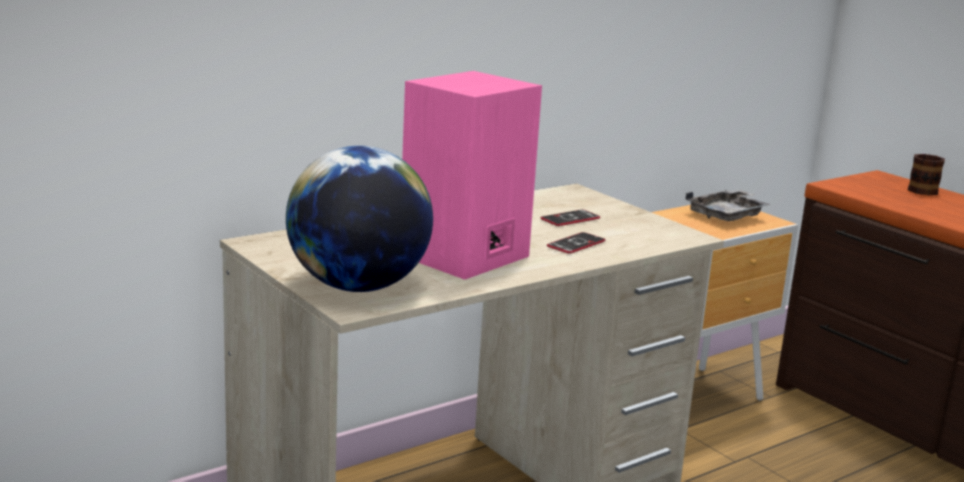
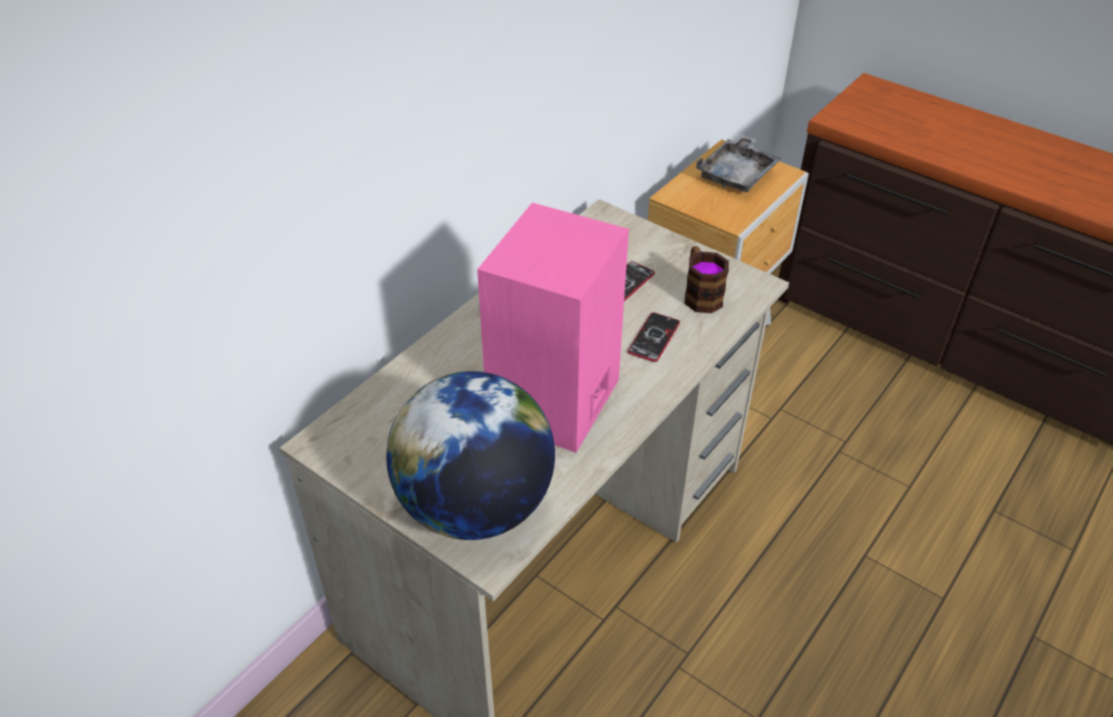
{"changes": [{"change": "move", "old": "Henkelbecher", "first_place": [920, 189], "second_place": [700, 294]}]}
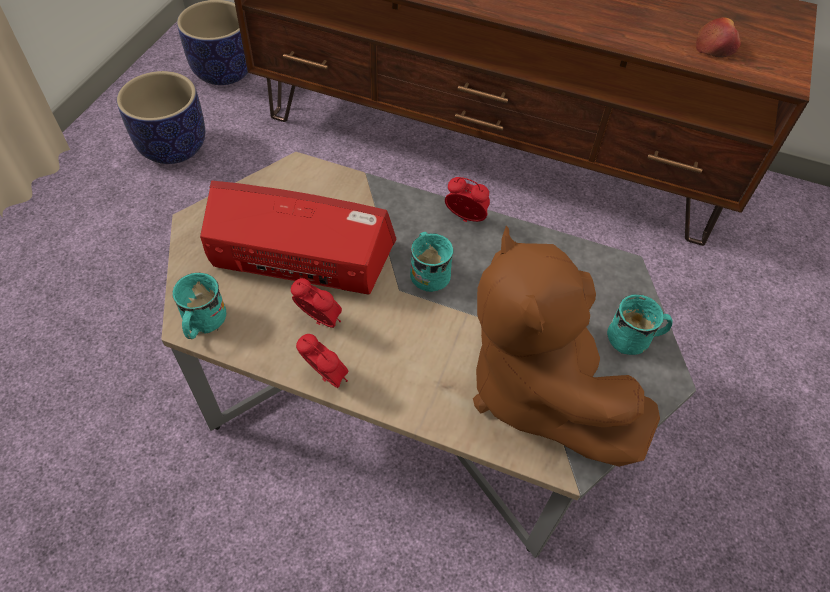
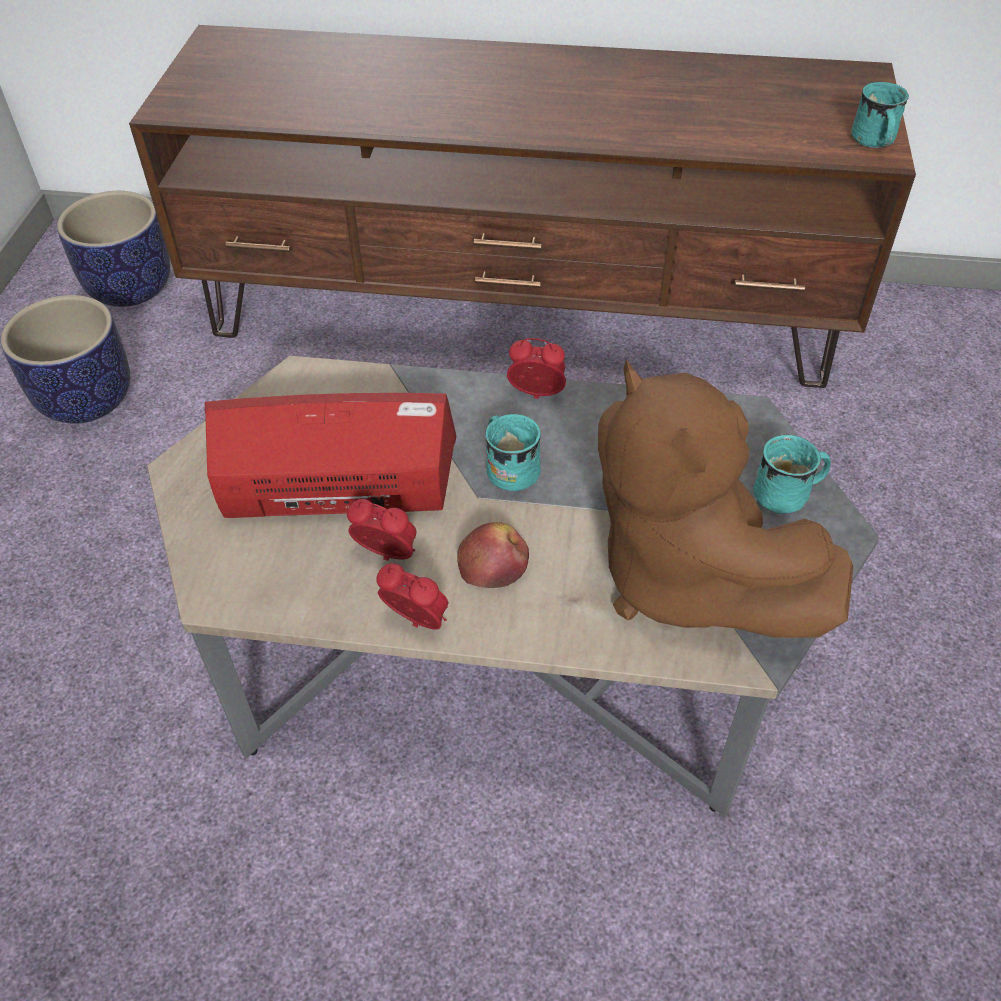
{"changes": [{"change": "move", "old": "Apfel", "first_place": [715, 47], "second_place": [494, 564]}, {"change": "move", "old": "Henkelbecher [türkis]", "first_place": [202, 324], "second_place": [873, 142]}]}
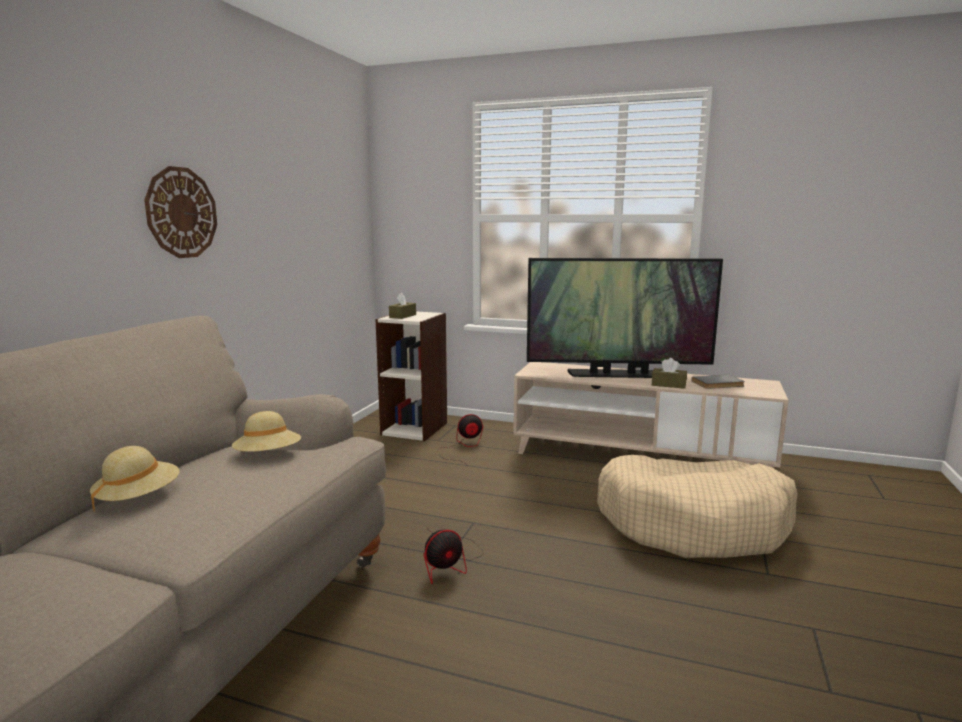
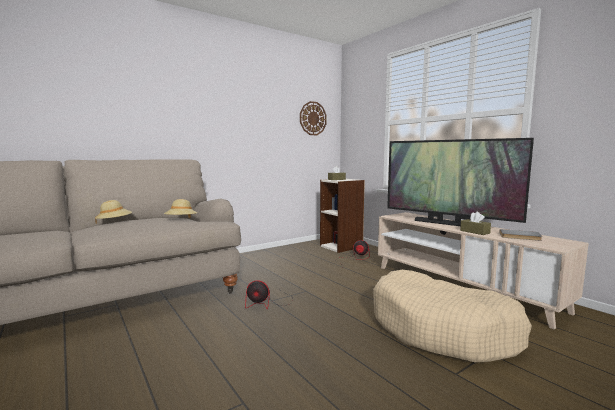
{"changes": [{"change": "move", "old": "Wanduhr", "first_place": [181, 213], "second_place": [313, 118]}]}
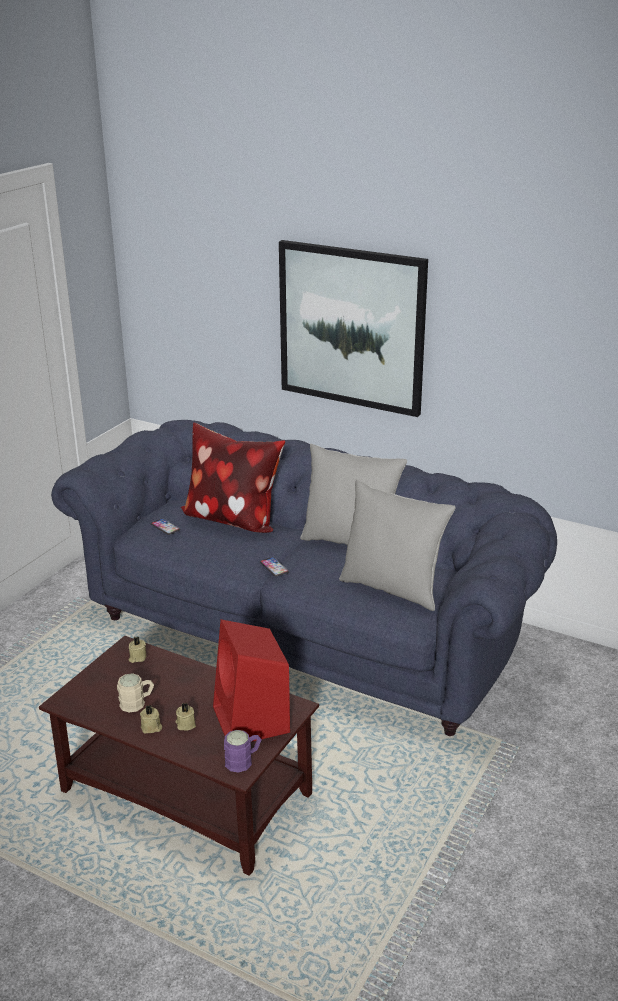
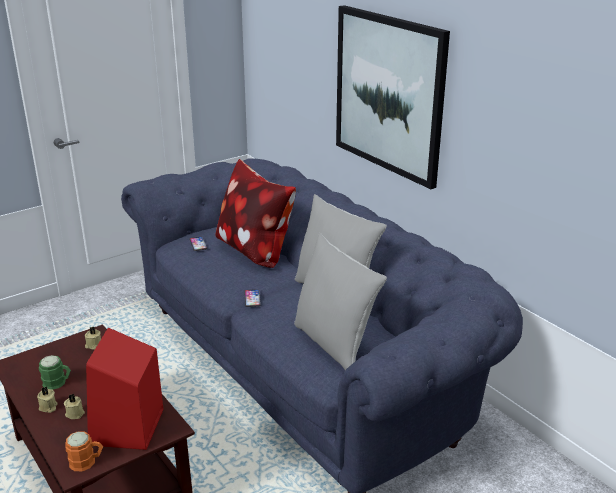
{"changes": [{"change": "recolor", "old": "Henkelbecher [beige]", "new": "Henkelbecher [grün]", "first_place": [137, 703], "second_place": [58, 383]}, {"change": "recolor", "old": "Henkelbecher [lila]", "new": "Henkelbecher [orange]", "first_place": [243, 761], "second_place": [87, 462]}]}
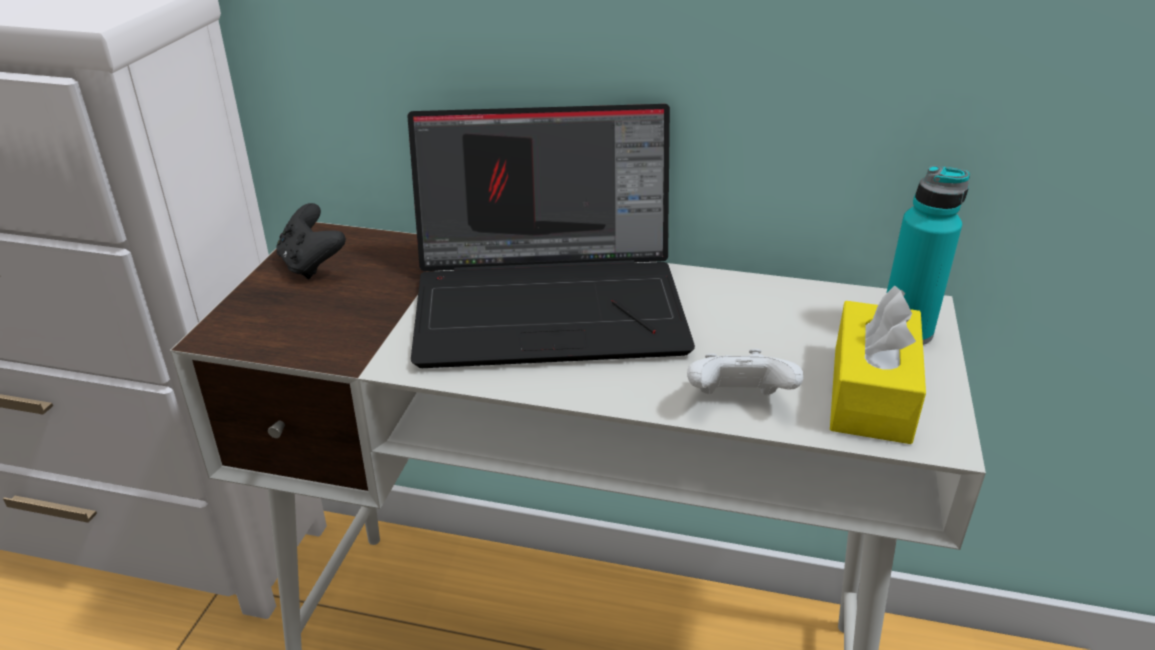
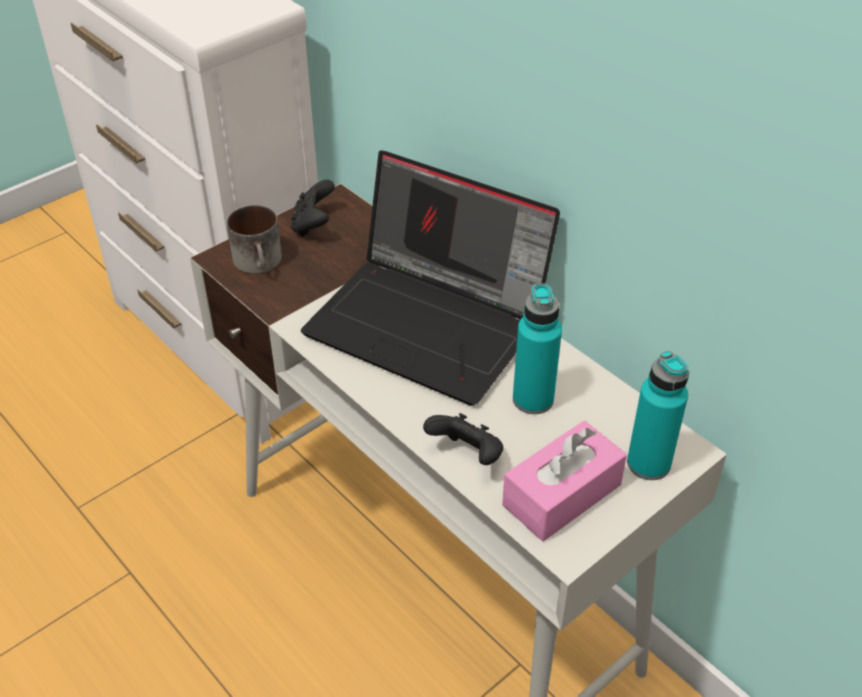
{"changes": [{"change": "insert", "new": "Henkelbecher", "second_place": [260, 262]}, {"change": "recolor", "old": "Gamepad [weiß]", "new": "Gamepad [schwarz]", "first_place": [737, 402], "second_place": [467, 455]}, {"change": "recolor", "old": "Taschentuchbox [gelb]", "new": "Taschentuchbox [rosa]", "first_place": [871, 393], "second_place": [562, 495]}, {"change": "insert", "new": "Flasche [türkis]", "second_place": [533, 399]}]}
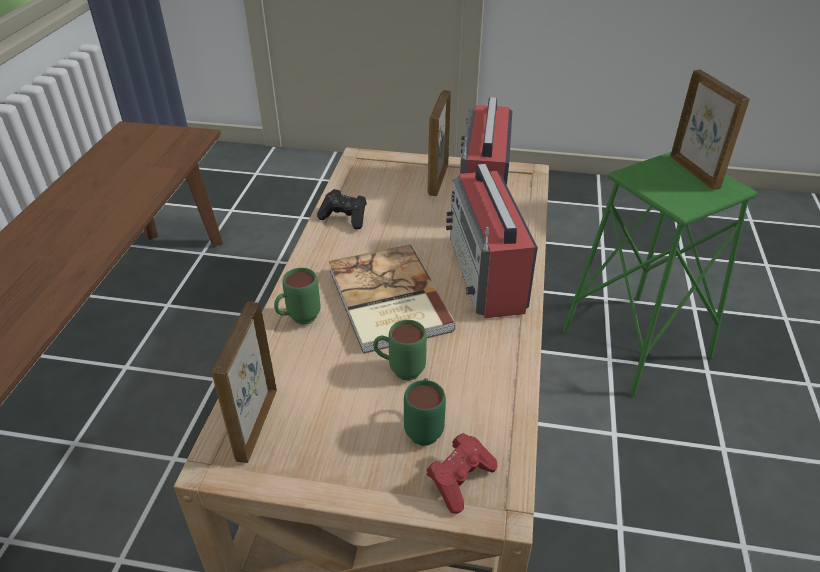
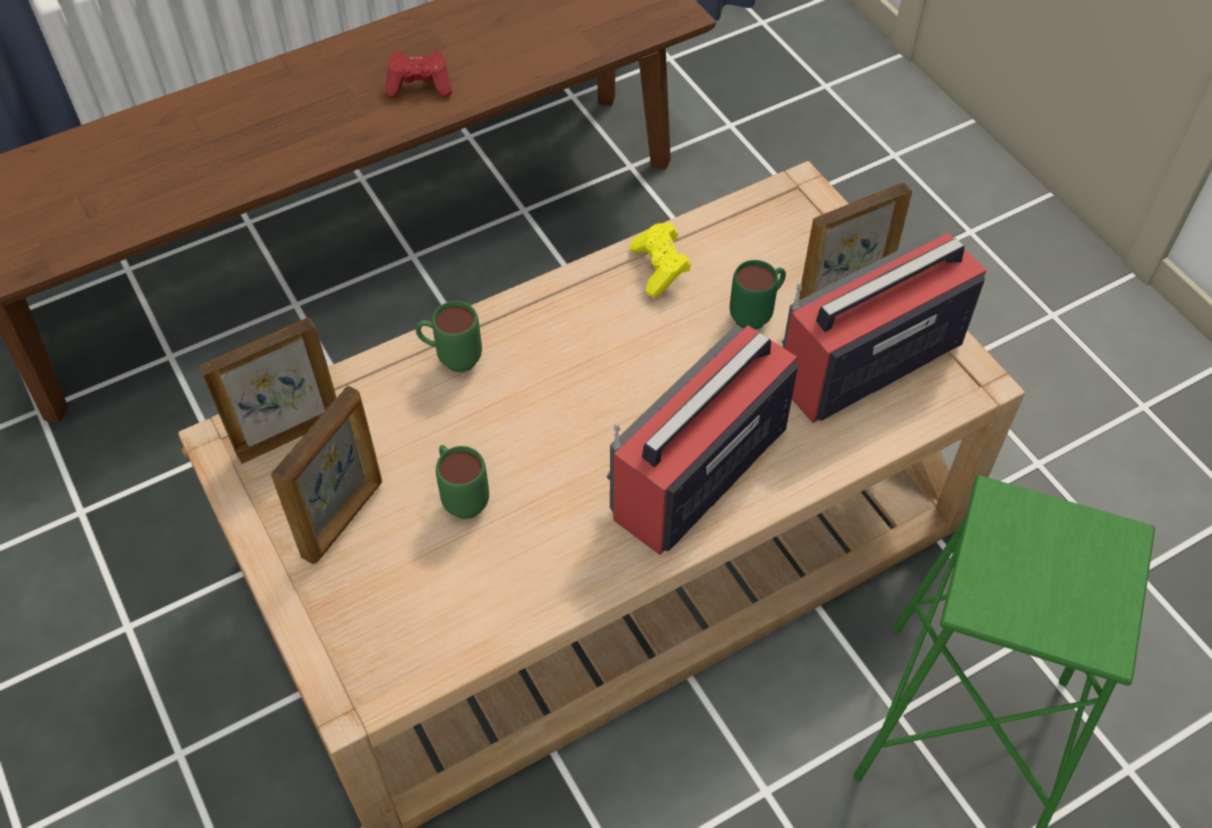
{"changes": [{"change": "move", "old": "Bilderrahmen", "first_place": [695, 172], "second_place": [344, 519]}, {"change": "move", "old": "Gamepad [rot]", "first_place": [460, 479], "second_place": [420, 86]}, {"change": "recolor", "old": "Gamepad [schwarz]", "new": "Gamepad [gelb]", "first_place": [345, 218], "second_place": [660, 269]}, {"change": "move", "old": "Henkelbecher [grün]", "first_place": [424, 428], "second_place": [757, 315]}, {"change": "delete", "old": "Buch", "first_place": [386, 301]}]}
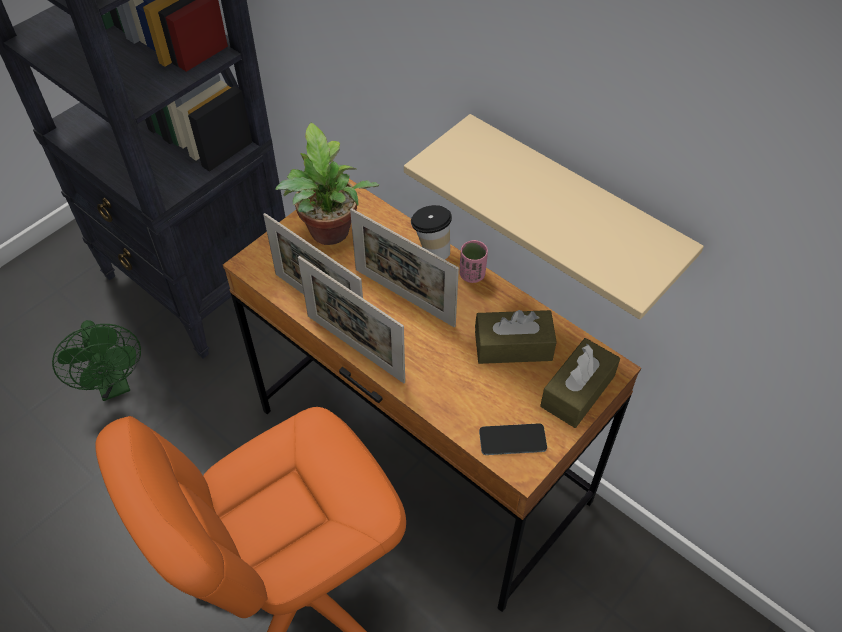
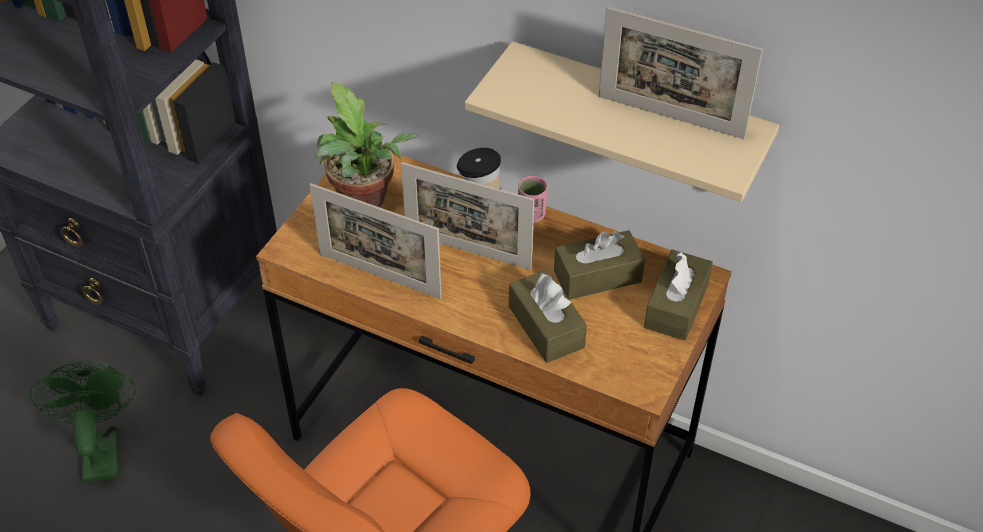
{"changes": [{"change": "rotate", "old": "Ventilator [grün]", "first_place": [114, 385], "second_place": [101, 448], "degrees": -150}, {"change": "insert", "new": "Taschentuchbox [braun]", "second_place": [546, 327]}, {"change": "move", "old": "Bilderrahmen", "first_place": [355, 348], "second_place": [670, 117]}, {"change": "delete", "old": "Handy", "first_place": [512, 439]}]}
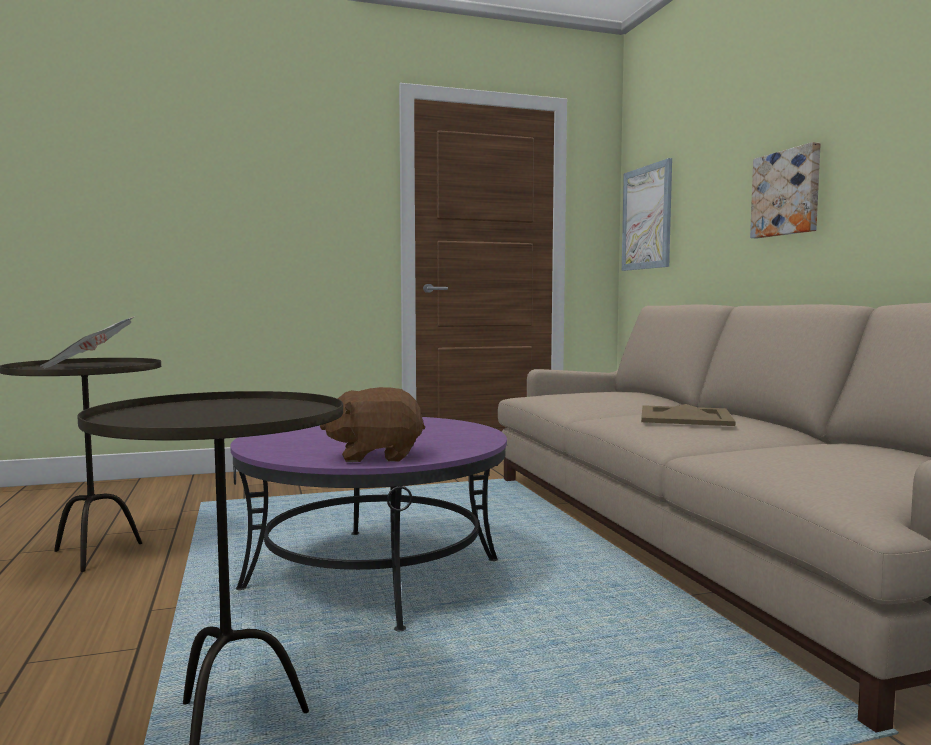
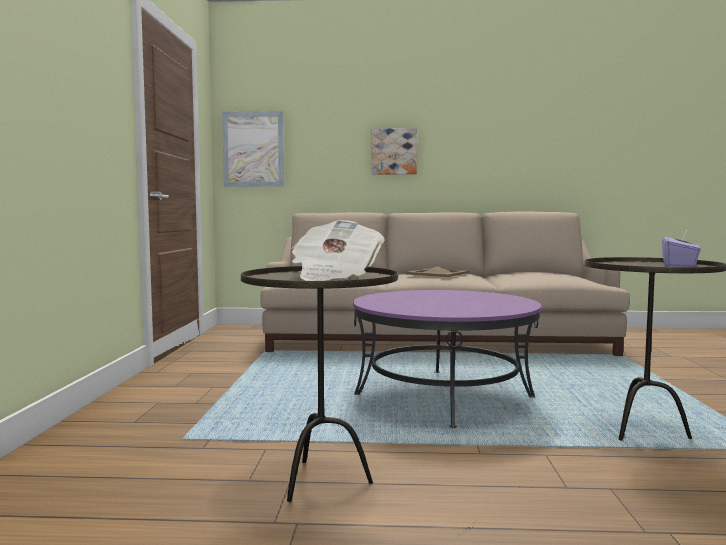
{"changes": [{"change": "insert", "new": "Taschentuchbox [lila]", "second_place": [679, 266]}, {"change": "delete", "old": "Plüschtier [braun]", "first_place": [376, 456]}]}
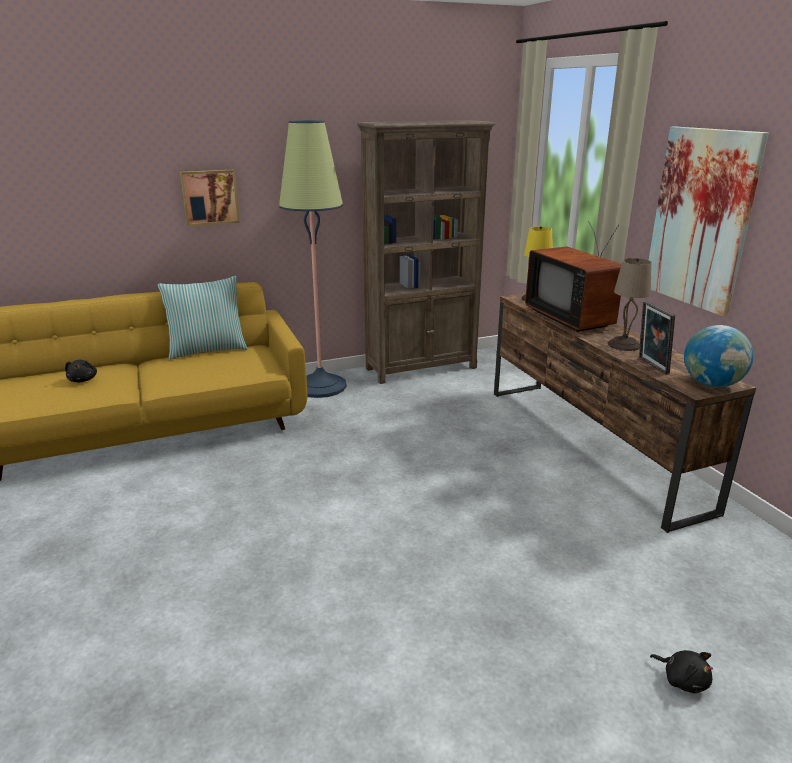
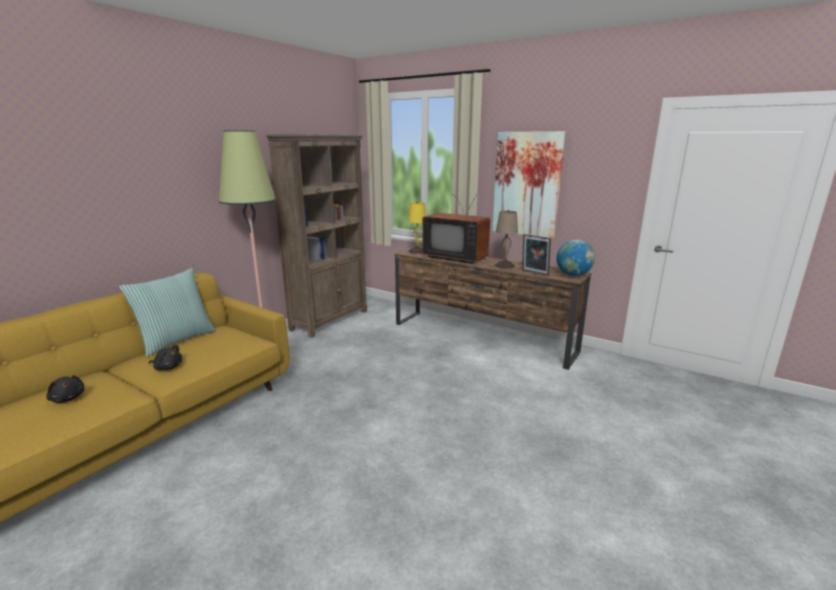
{"changes": [{"change": "move", "old": "Plüschtier [schwarz]", "first_place": [683, 680], "second_place": [168, 367]}, {"change": "delete", "old": "Bild", "first_place": [210, 197]}]}
